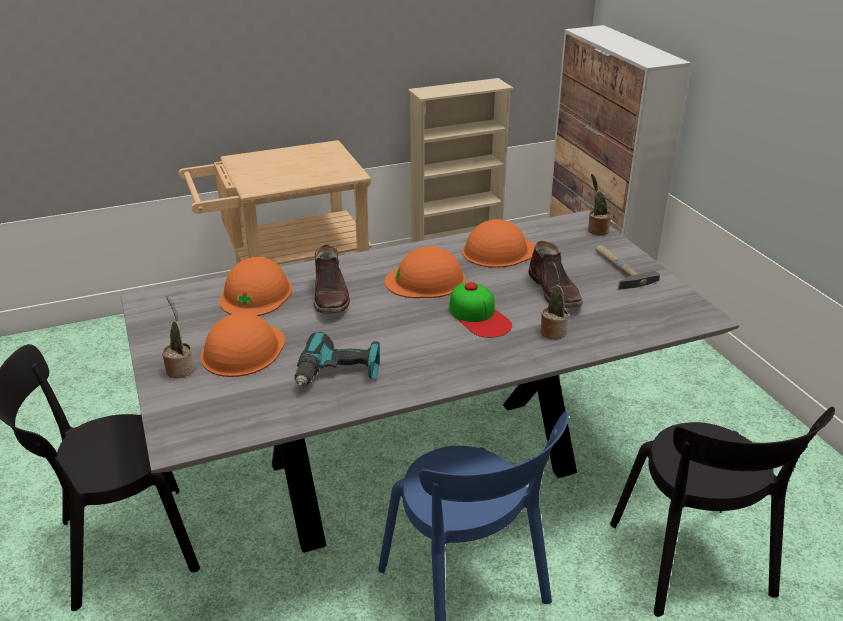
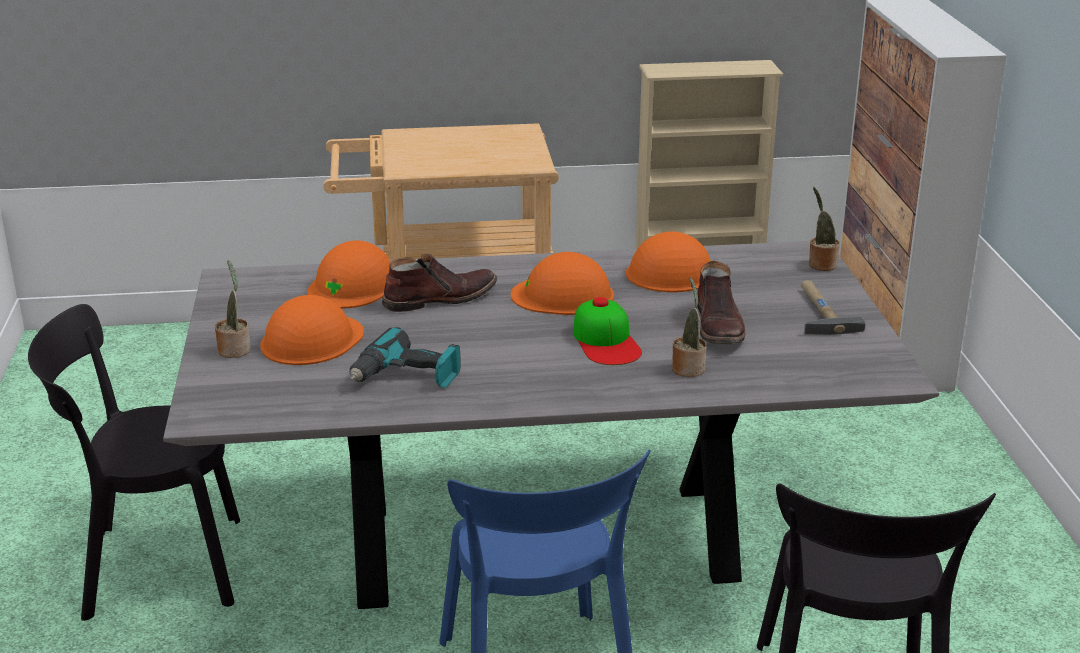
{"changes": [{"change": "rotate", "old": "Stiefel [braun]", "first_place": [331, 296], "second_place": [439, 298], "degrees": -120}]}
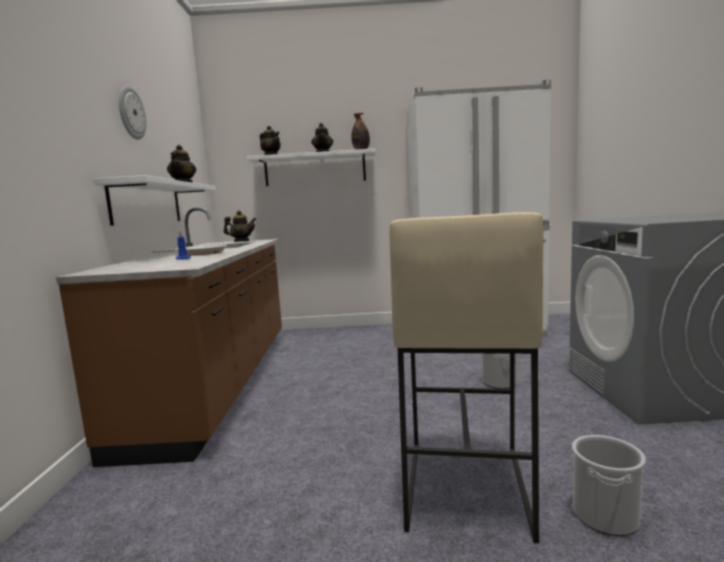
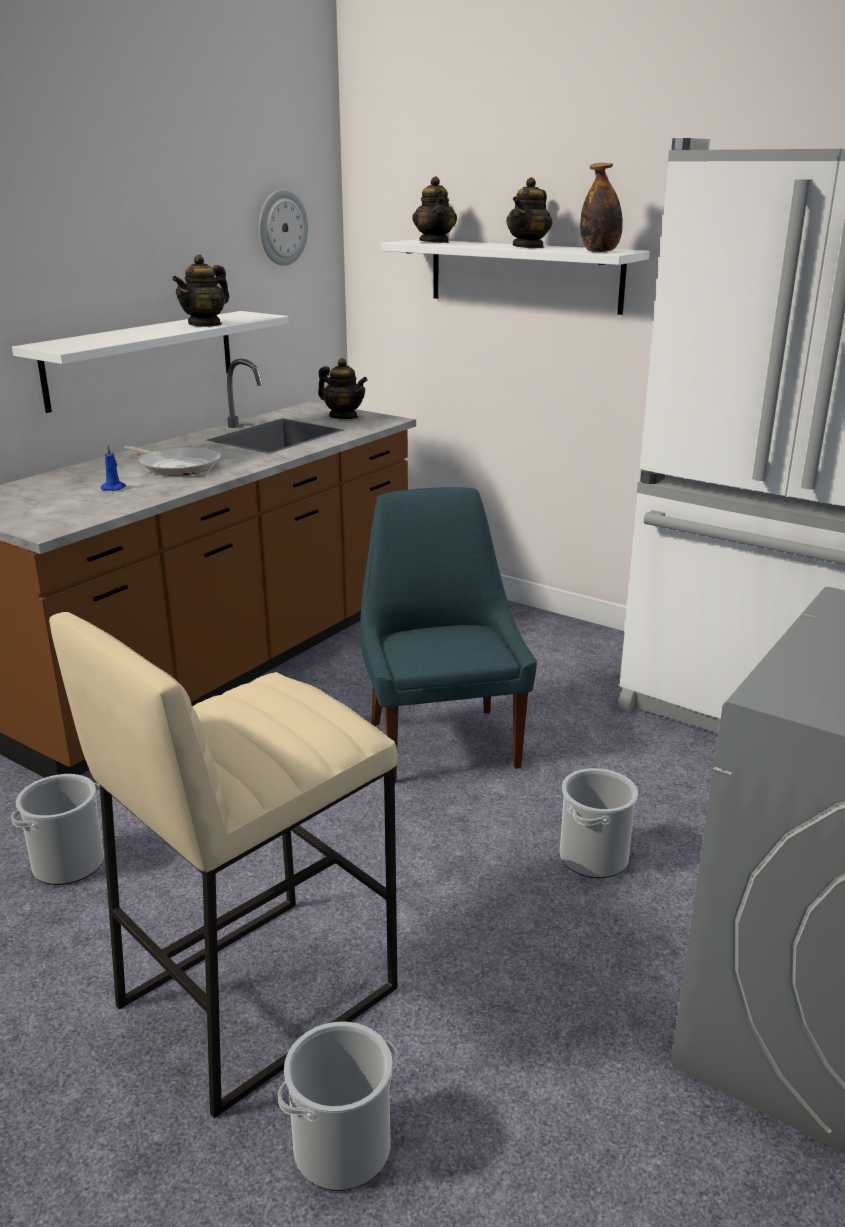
{"changes": [{"change": "insert", "new": "Eimer", "second_place": [68, 864]}, {"change": "move", "old": "Wanduhr", "first_place": [131, 113], "second_place": [282, 227]}, {"change": "insert", "new": "Stuhl [blau]", "second_place": [441, 741]}]}
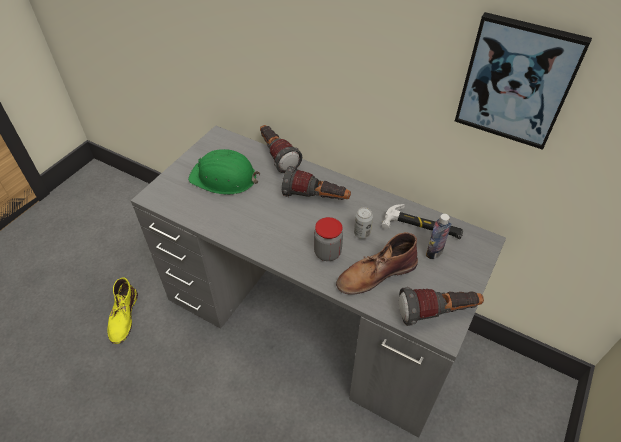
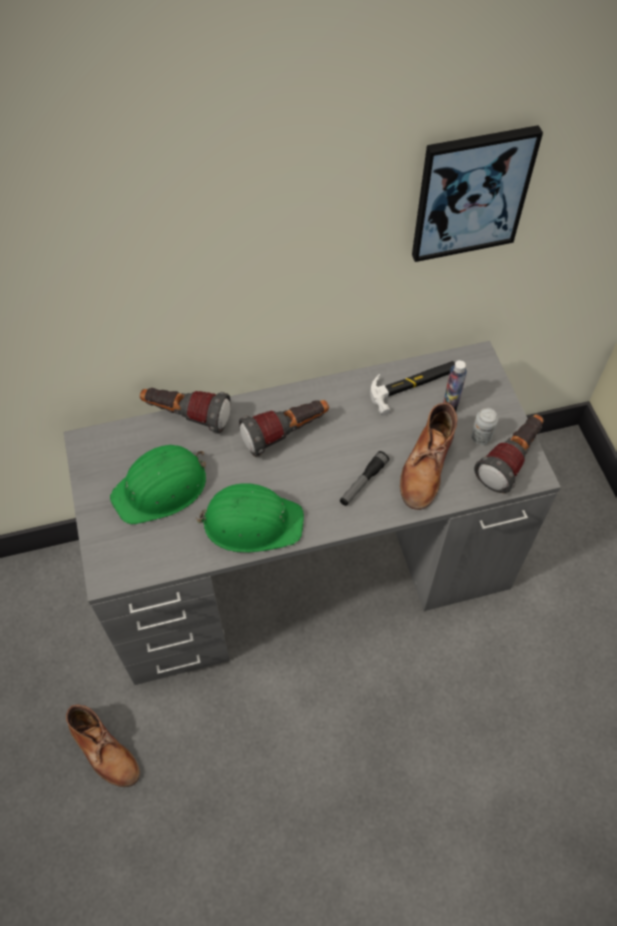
{"changes": [{"change": "recolor", "old": "Stiefel [gelb]", "new": "Stiefel [braun]", "first_place": [123, 317], "second_place": [104, 750]}, {"change": "insert", "new": "Schutzhelm [grün]", "second_place": [252, 522]}, {"change": "replace", "old": "Vorratsglas", "new": "Taschenlampe", "first_place": [327, 253], "second_place": [363, 482]}, {"change": "move", "old": "Dose", "first_place": [362, 233], "second_place": [481, 437]}]}
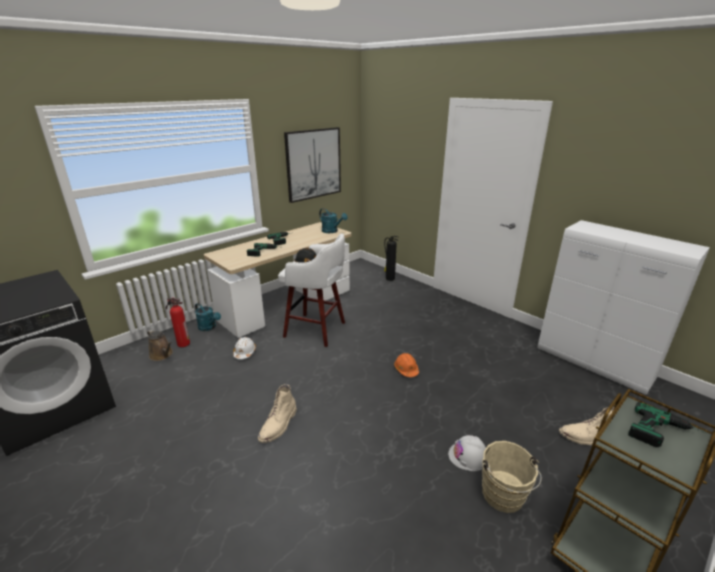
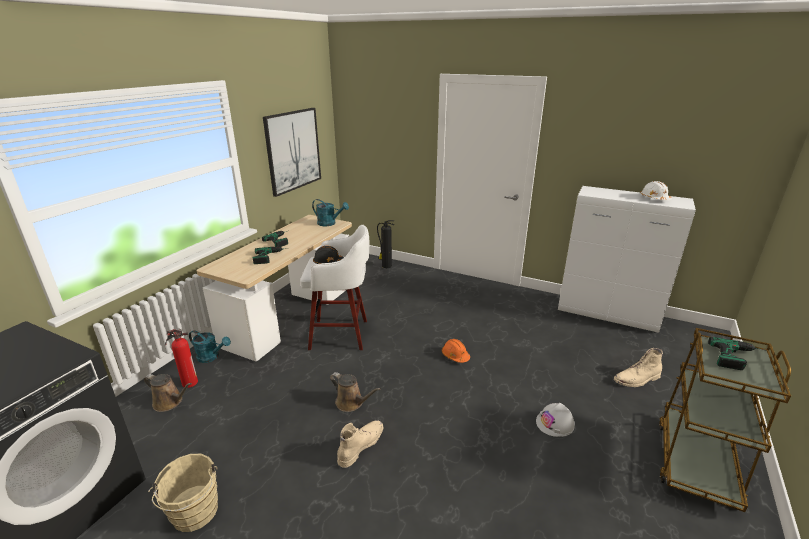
{"changes": [{"change": "move", "old": "Eimer [beige]", "first_place": [503, 497], "second_place": [194, 515]}, {"change": "insert", "new": "Gießkanne [braun]", "second_place": [351, 403]}, {"change": "rotate", "old": "Stiefel [beige]", "first_place": [278, 425], "second_place": [360, 445], "degrees": -150}, {"change": "move", "old": "Schutzhelm [weiß]", "first_place": [244, 352], "second_place": [654, 198]}]}
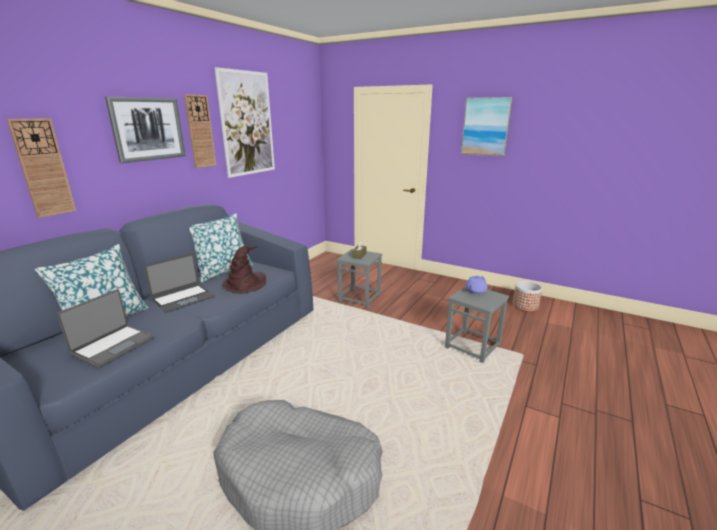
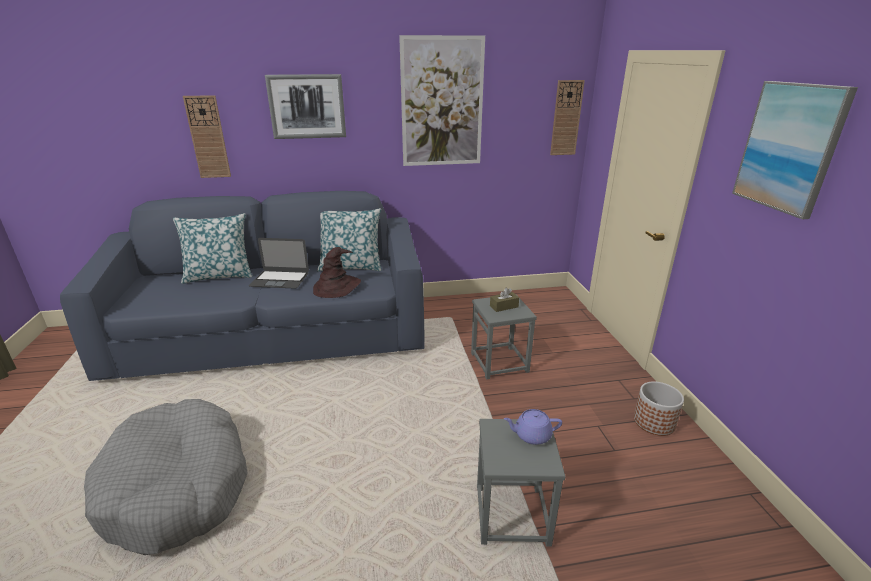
{"changes": [{"change": "move", "old": "Wanduhr", "first_place": [200, 131], "second_place": [566, 118]}, {"change": "move", "old": "Pflanzkübel", "first_place": [525, 306], "second_place": [653, 422]}, {"change": "delete", "old": "Laptop", "first_place": [113, 346]}]}
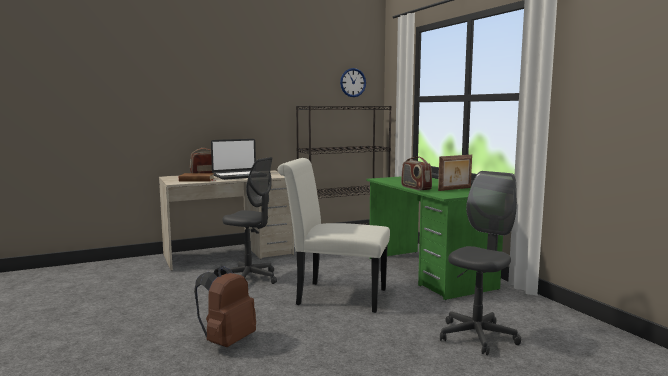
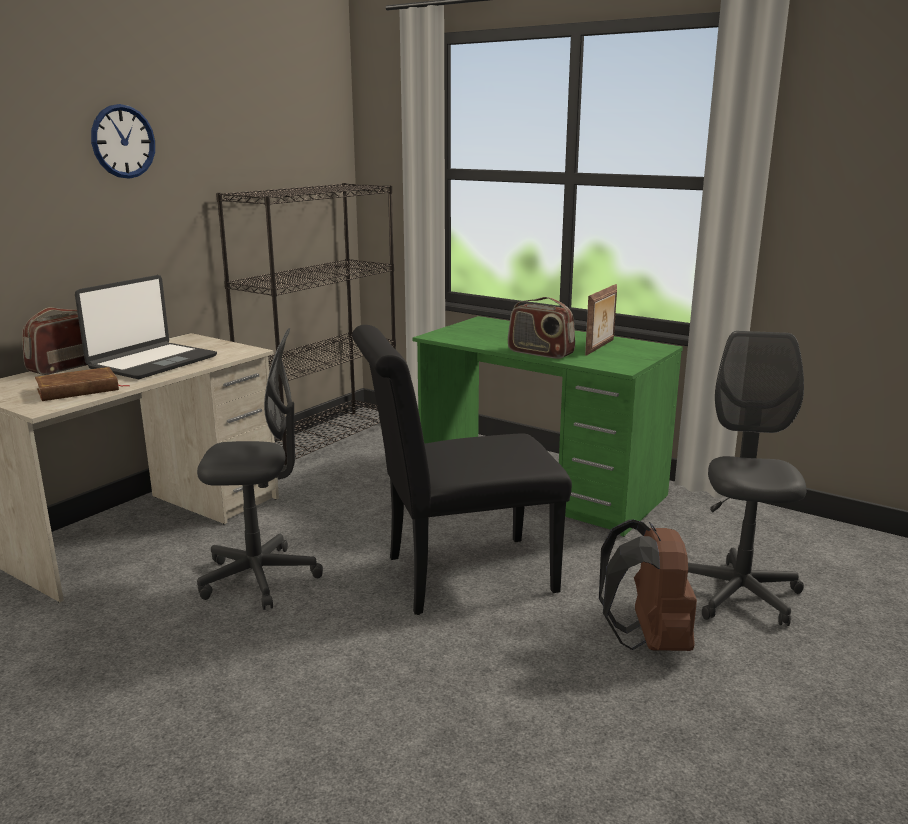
{"changes": [{"change": "move", "old": "Wanduhr", "first_place": [353, 82], "second_place": [123, 141]}, {"change": "recolor", "old": "Stuhl [weiß]", "new": "Stuhl [schwarz]", "first_place": [335, 296], "second_place": [458, 576]}, {"change": "move", "old": "Rucksack [braun]", "first_place": [227, 341], "second_place": [647, 641]}]}
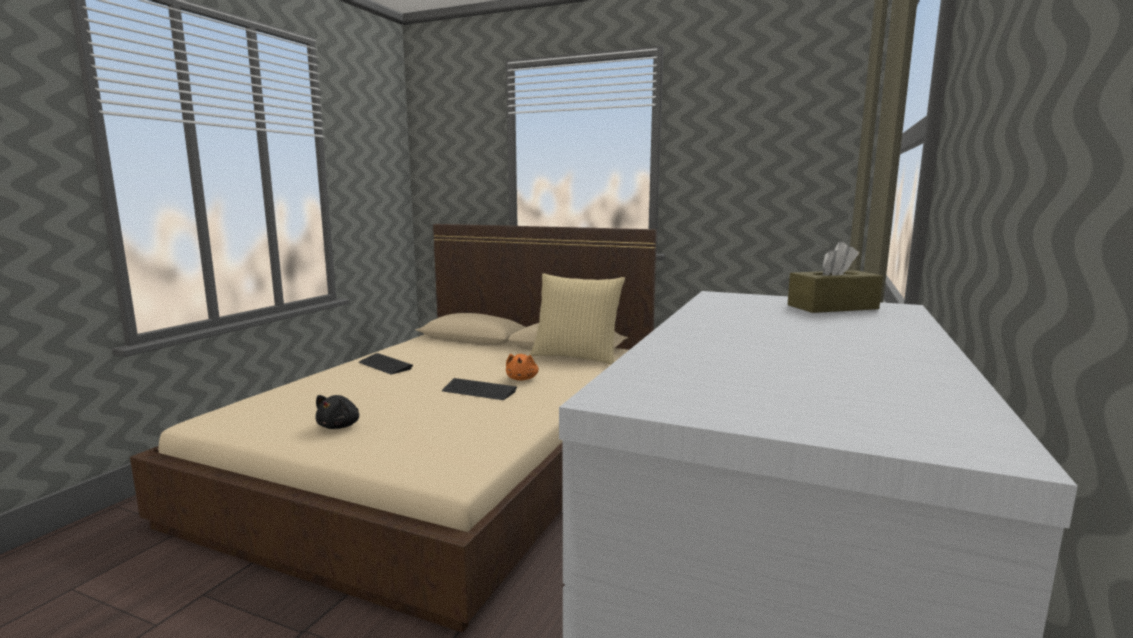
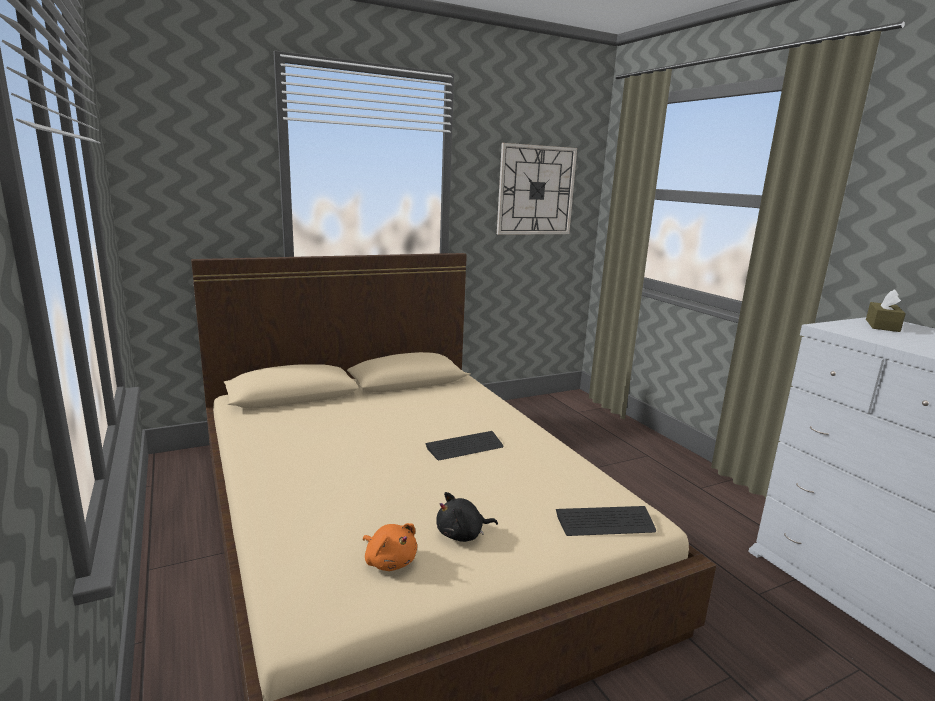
{"changes": [{"change": "move", "old": "Plüschtier [orange]", "first_place": [522, 379], "second_place": [389, 561]}, {"change": "rotate", "old": "Plüschtier [schwarz]", "first_place": [340, 426], "second_place": [462, 534], "degrees": 105}, {"change": "insert", "new": "Wanduhr", "second_place": [536, 190]}, {"change": "move", "old": "Tastatur", "first_place": [385, 365], "second_place": [605, 523]}, {"change": "delete", "old": "Kissen [beige]", "first_place": [576, 357]}]}
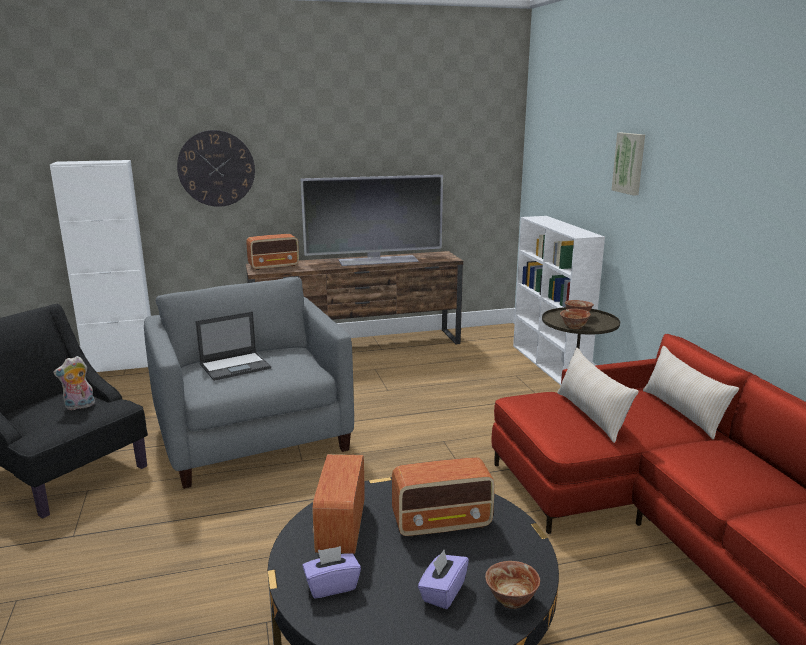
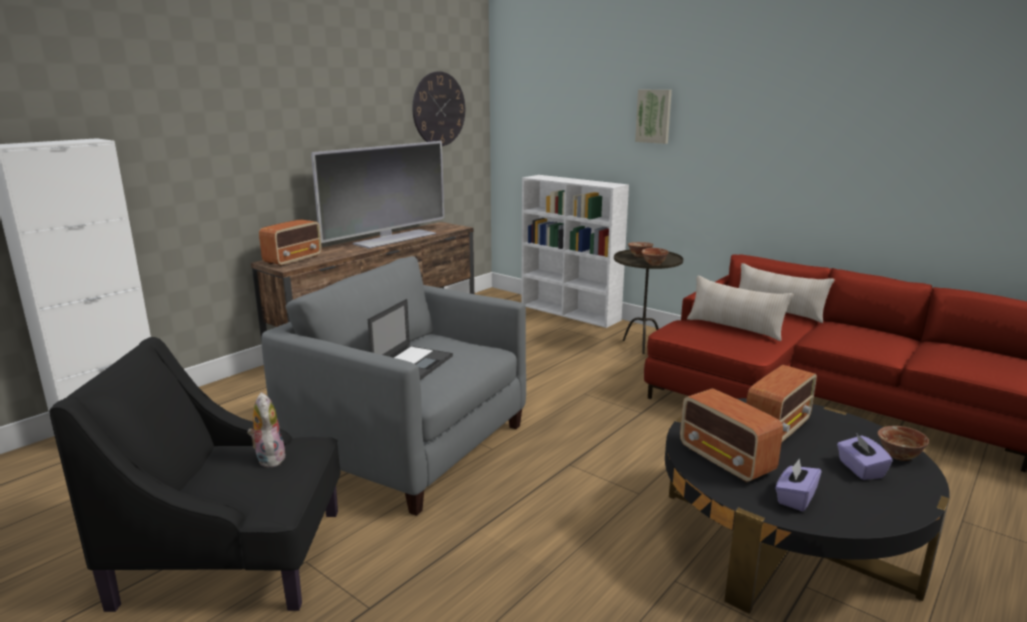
{"changes": [{"change": "rotate", "old": "Plüschtier", "first_place": [79, 406], "second_place": [268, 458], "degrees": 135}, {"change": "move", "old": "Wanduhr", "first_place": [216, 168], "second_place": [439, 109]}]}
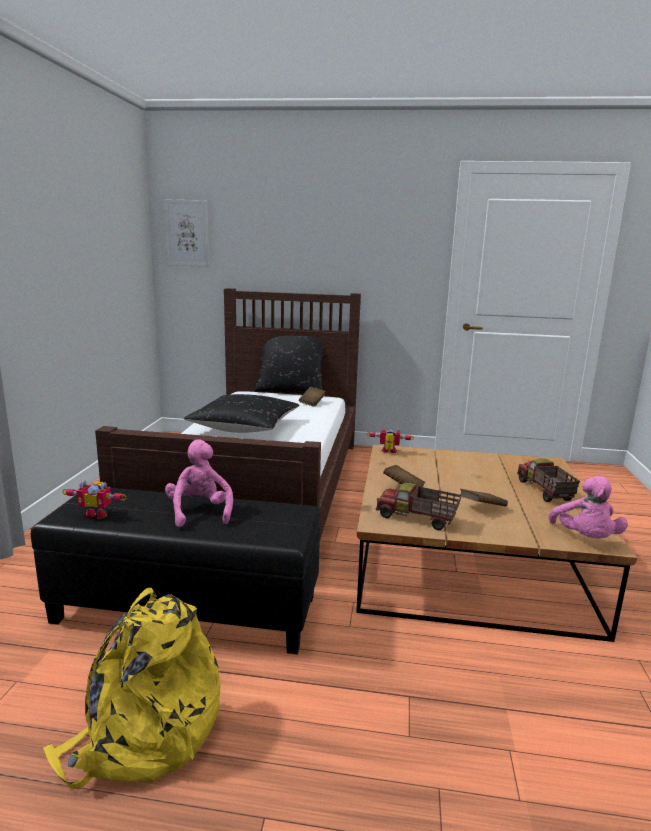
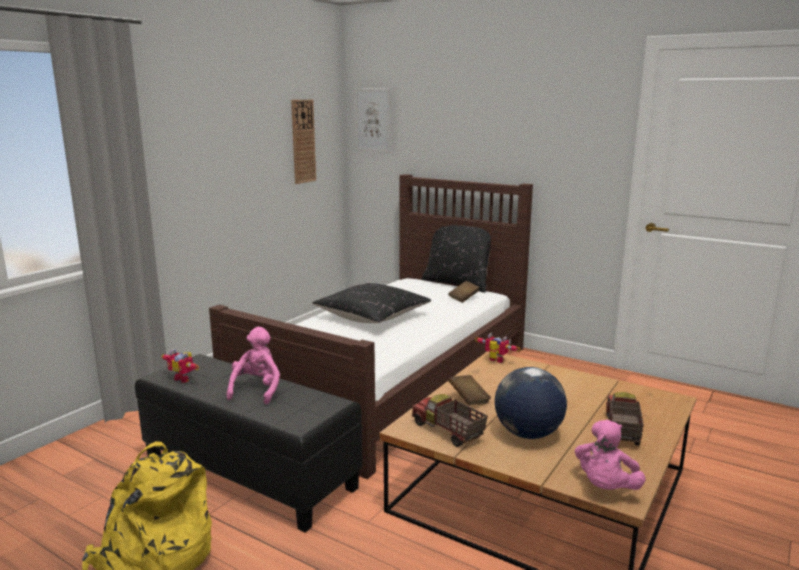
{"changes": [{"change": "insert", "new": "Wanduhr", "second_place": [303, 141]}, {"change": "replace", "old": "Buch [braun]", "new": "Globus", "first_place": [482, 508], "second_place": [527, 434]}]}
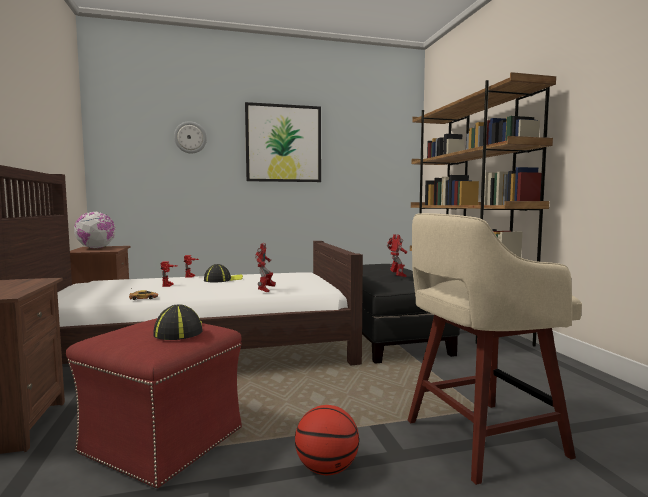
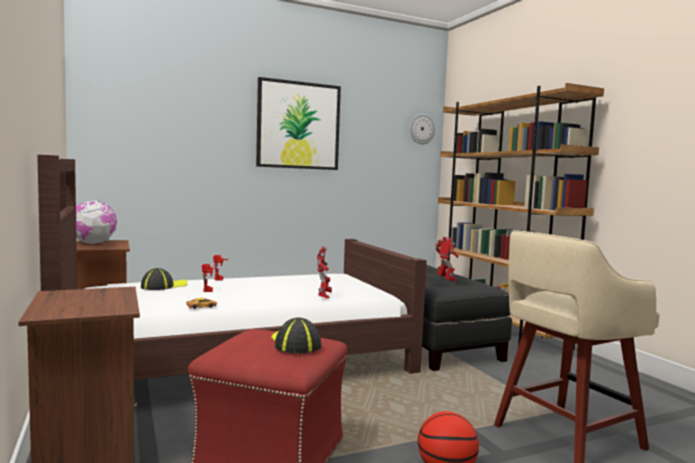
{"changes": [{"change": "move", "old": "Kappe", "first_place": [223, 280], "second_place": [163, 286]}, {"change": "move", "old": "Wanduhr", "first_place": [190, 137], "second_place": [421, 129]}]}
